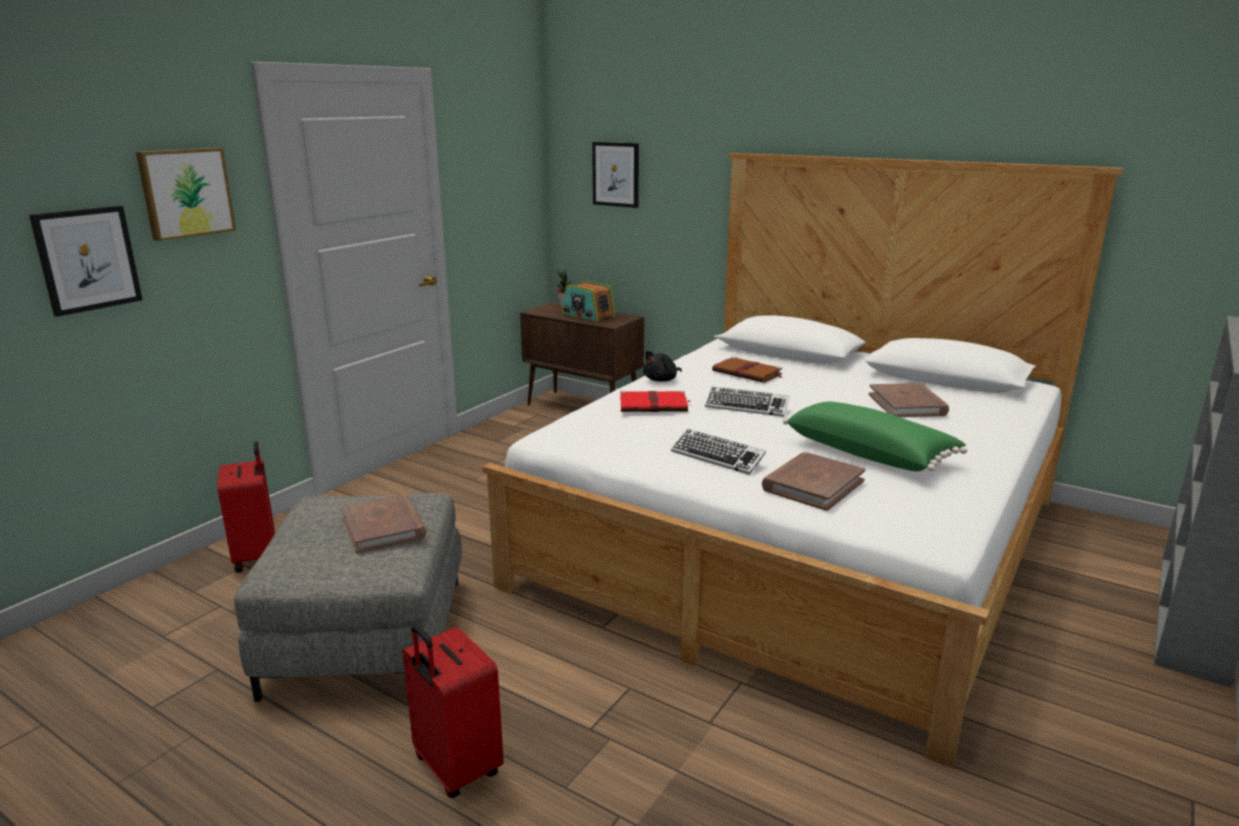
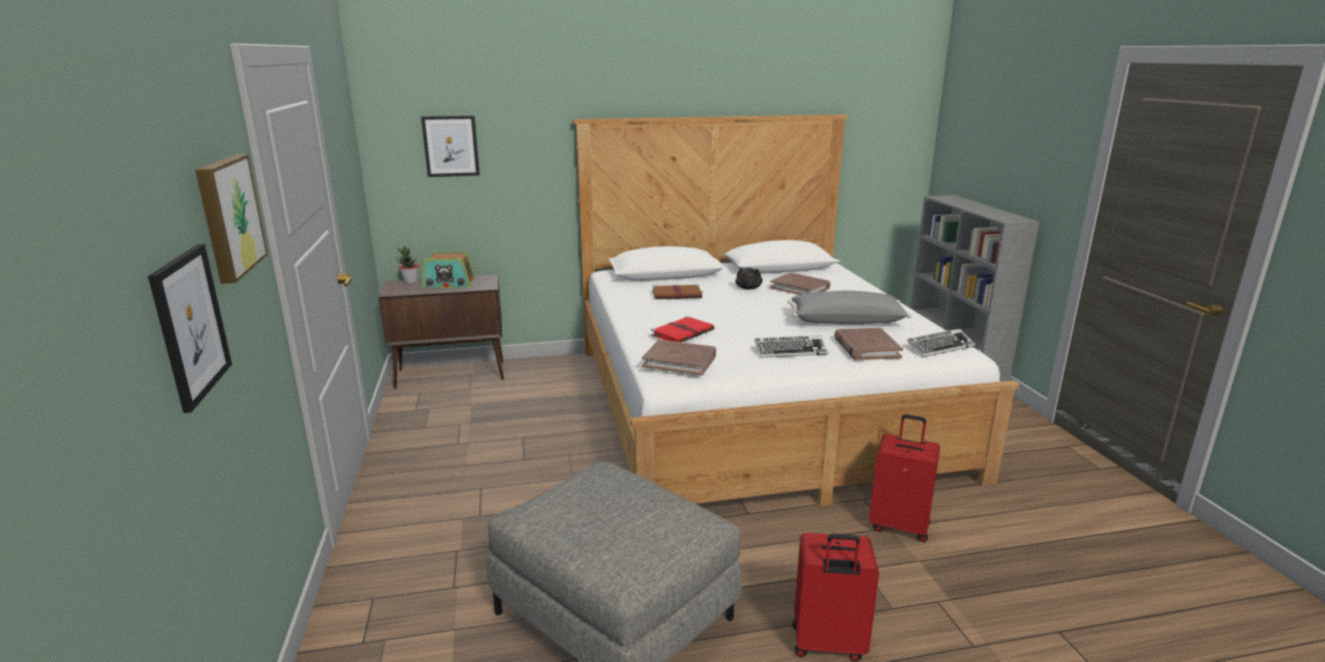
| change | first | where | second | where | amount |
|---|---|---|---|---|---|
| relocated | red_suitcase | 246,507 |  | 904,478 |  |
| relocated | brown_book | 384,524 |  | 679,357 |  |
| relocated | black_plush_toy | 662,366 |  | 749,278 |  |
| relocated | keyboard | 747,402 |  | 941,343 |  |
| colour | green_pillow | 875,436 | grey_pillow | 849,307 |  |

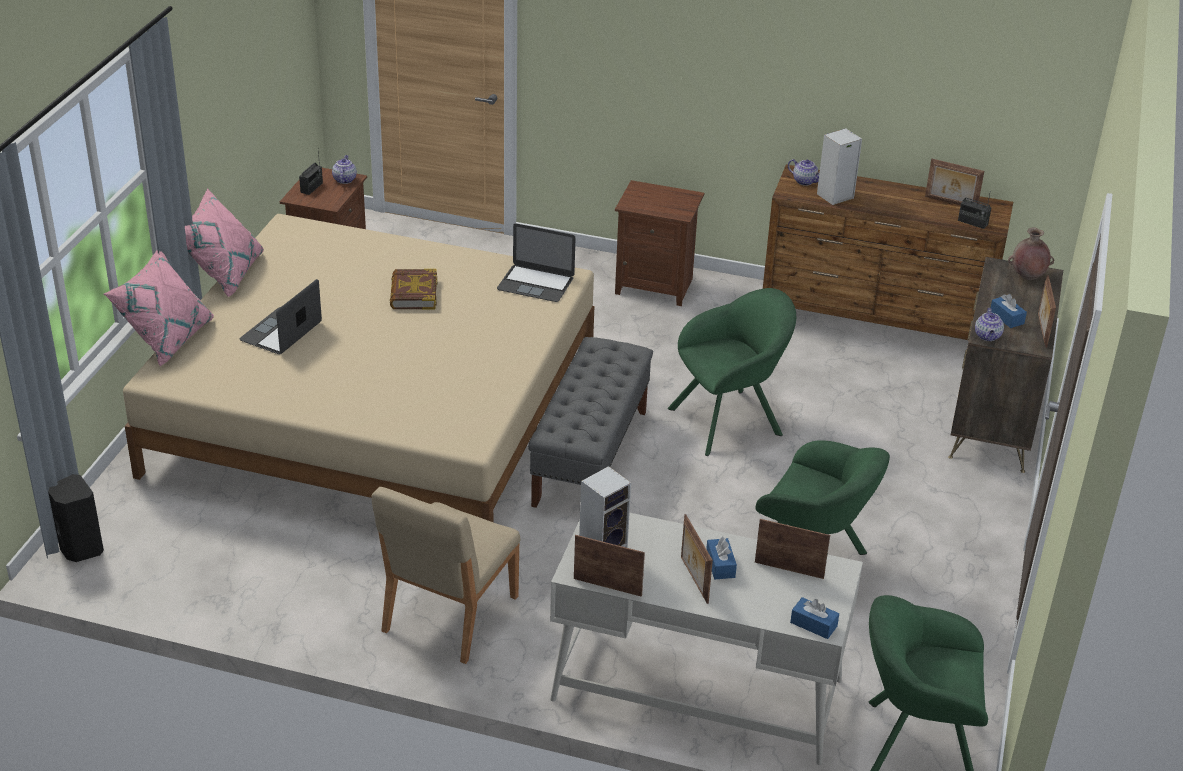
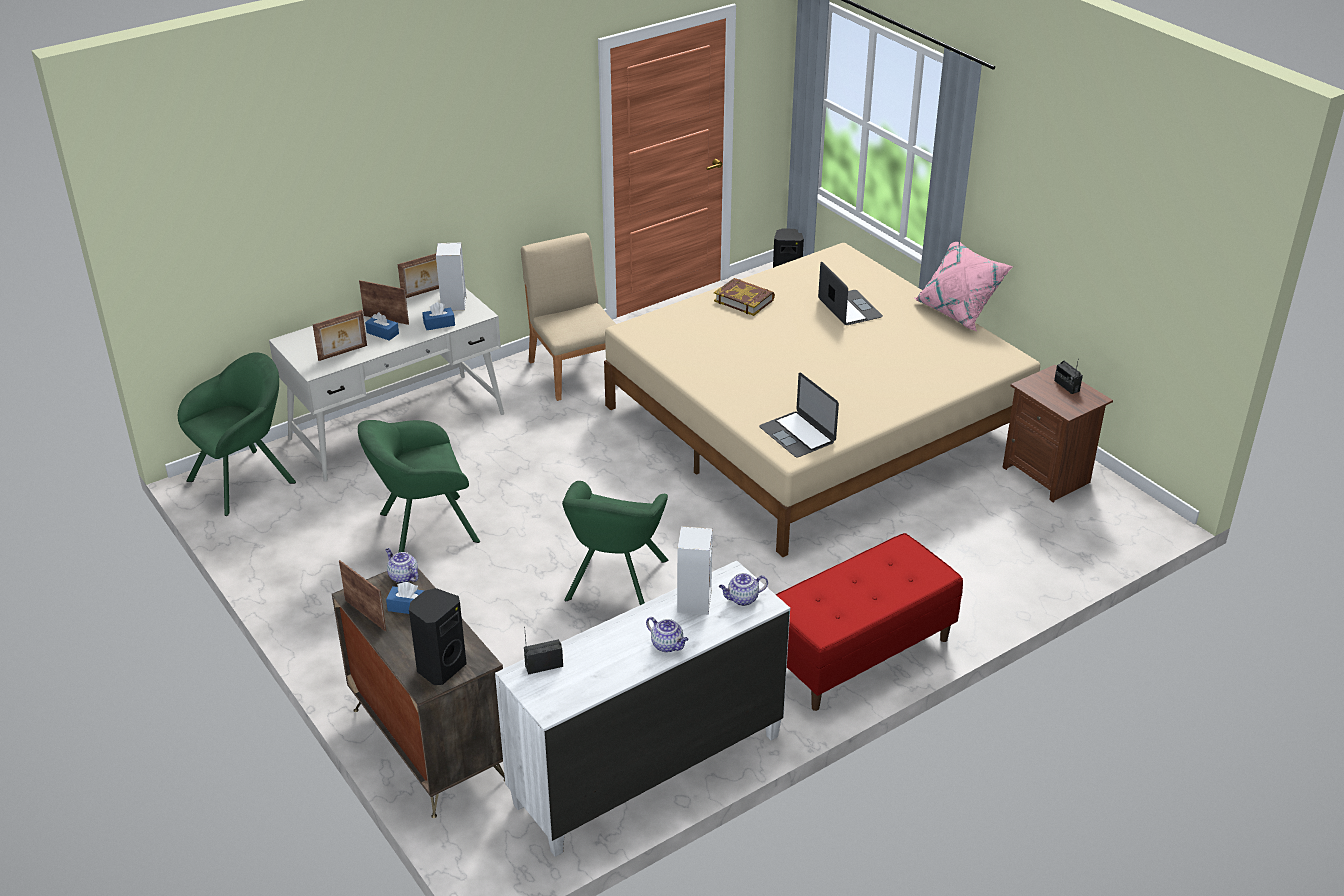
| change | first | where | second | where | amount |
|---|---|---|---|---|---|
| missing | pink_pillow | 159,308 |  |  |  |
| missing | grey_bench | 590,422 |  |  |  |
| missing | picture_frame | 954,182 |  |  |  |
| relocated | teapot | 344,169 |  | 667,635 |  |
| relocated | book | 413,289 |  | 744,297 |  |
| relocated | blue_tissue_box | 814,618 |  | 438,316 |  |
| exchanged | brown_nightstand | 659,243 | red_bench | 869,622 |  |
| exchanged | brown_vase | 1031,253 | black_speaker | 438,636 |  |
| colour | brown_dresser | 888,252 | white_dresser | 642,709 |  |
| spun | laptop | 536,263 |  | 799,414 | 90 degrees counterclockwise |

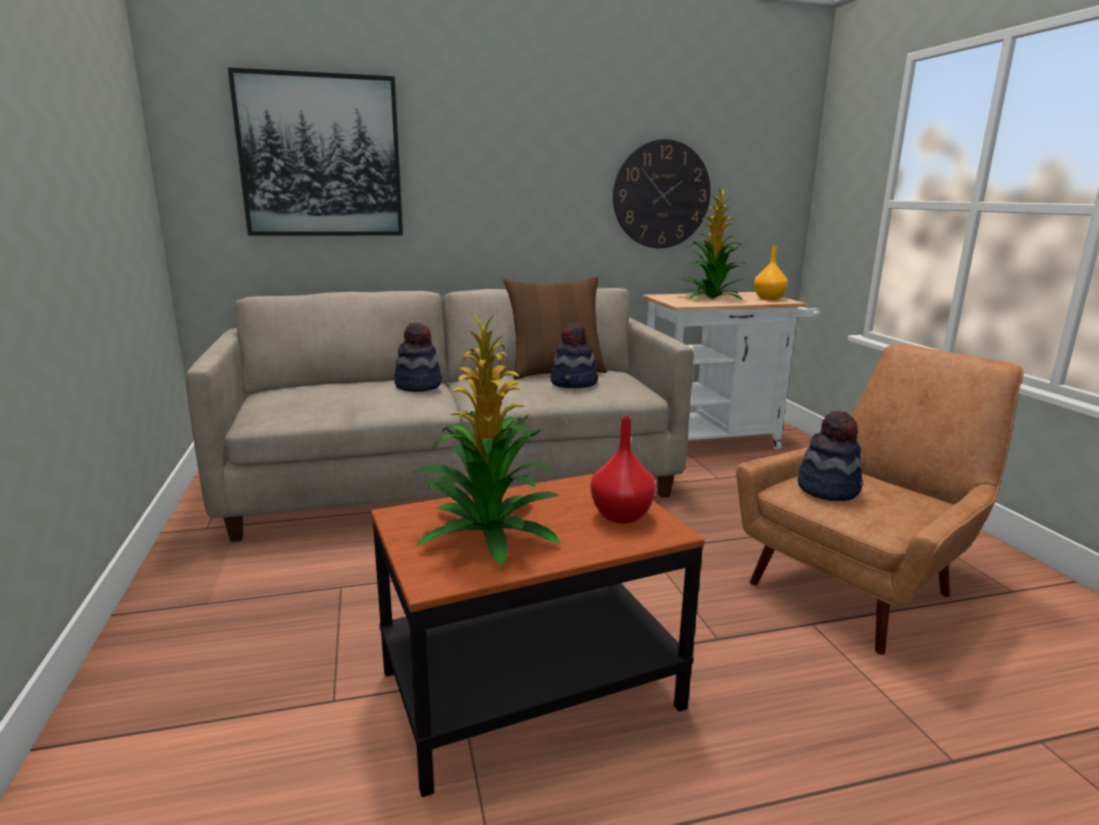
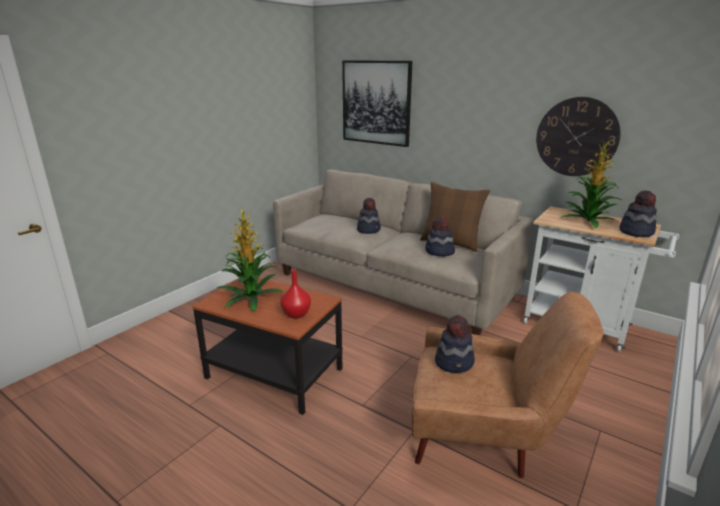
| change | first | where | second | where | amount |
|---|---|---|---|---|---|
| exchanged | orange_vase | 771,273 | hat | 638,213 |  |

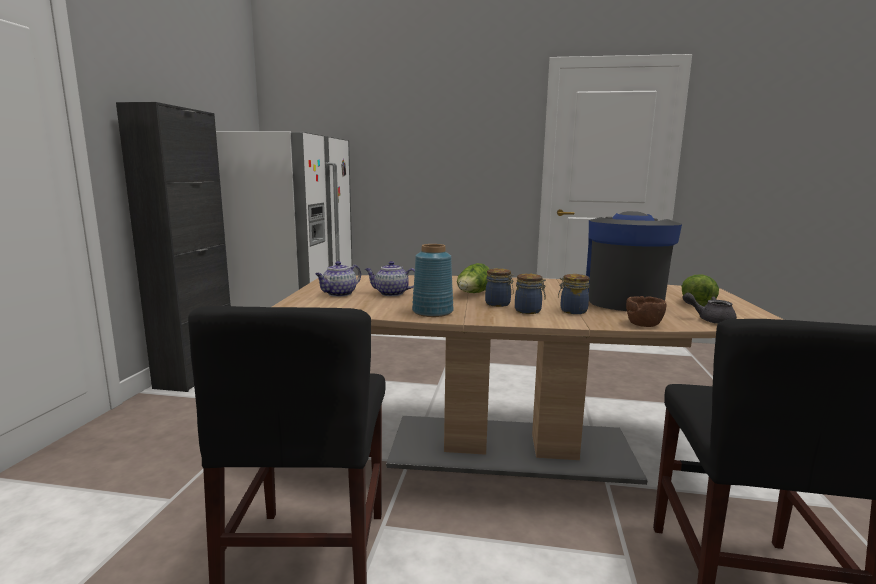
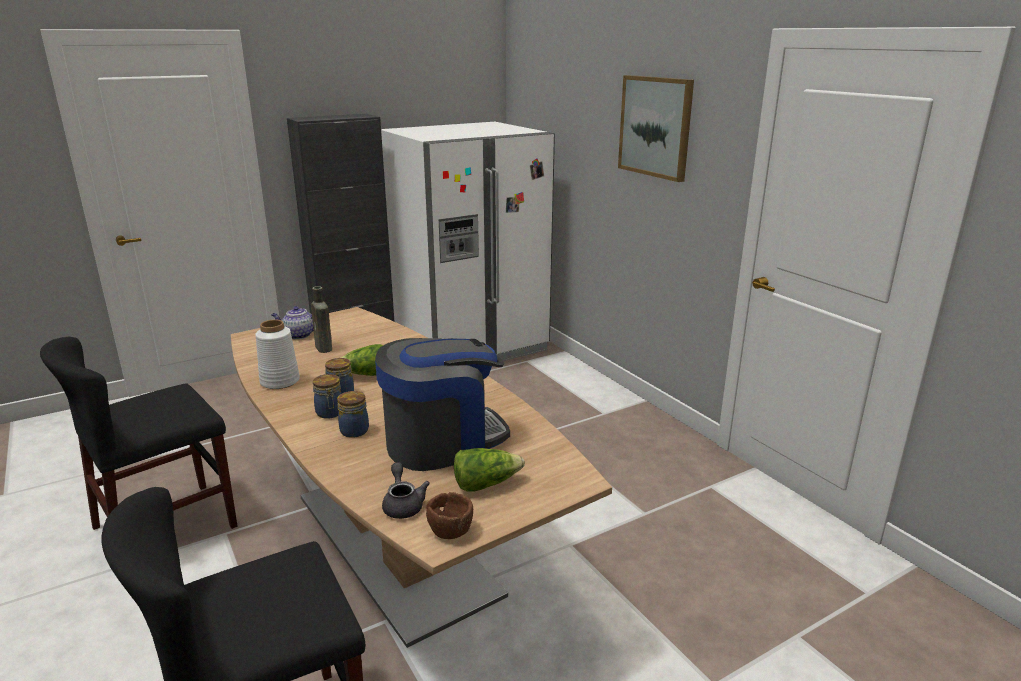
| change | first | where | second | where | amount |
|---|---|---|---|---|---|
| appeared |  |  | picture | 656,128 |  |
| relocated | brown_bowl | 646,311 |  | 449,515 |  |
| exchanged | teapot | 390,278 | brown_bottle | 321,319 |  |
| colour | blue_vase | 433,280 | white_vase | 277,354 |  |

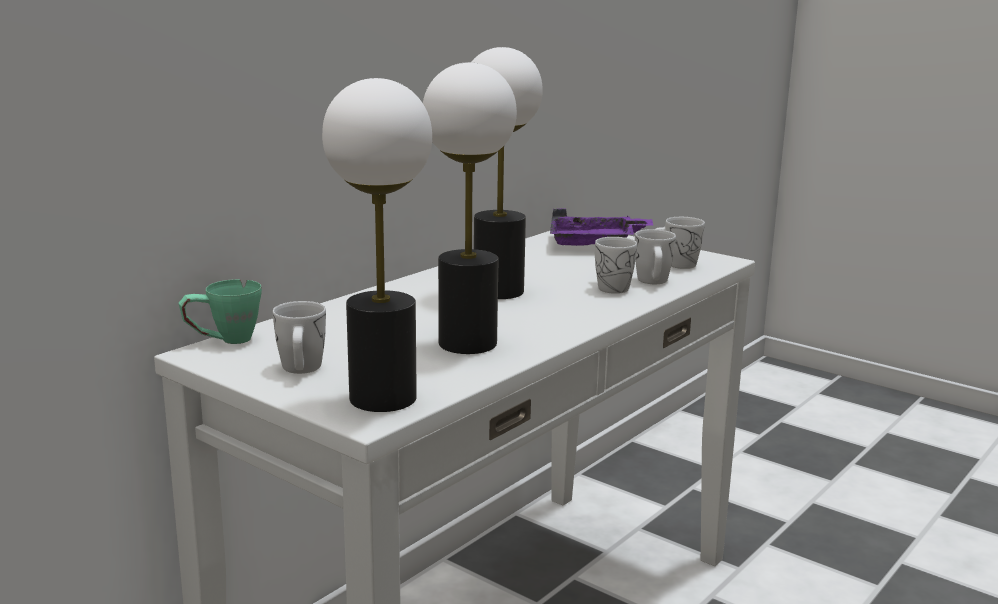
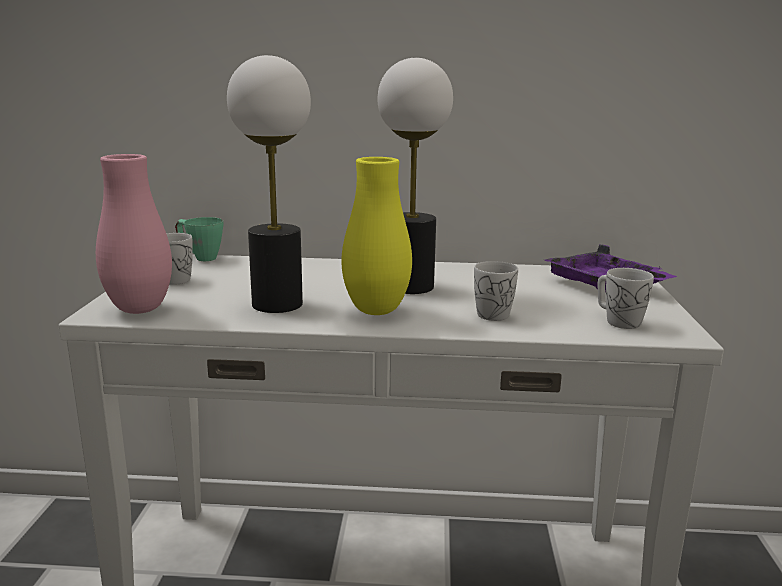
| change | first | where | second | where | amount |
|---|---|---|---|---|---|
| missing | white_mug | 655,256 |  |  |  |
| appeared |  |  | yellow_vase | 377,236 |  |
| exchanged | table_lamp | 377,245 | pink_vase | 134,234 |  |

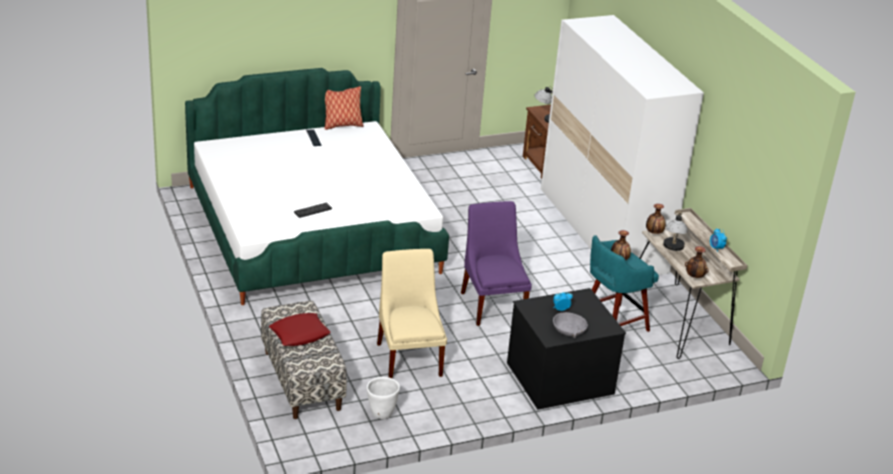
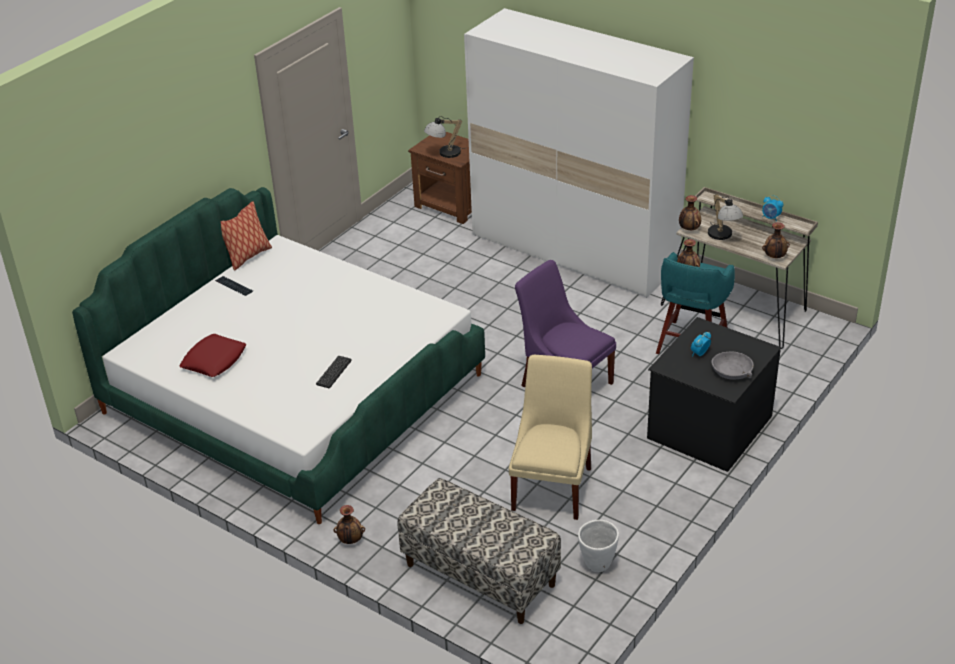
| change | first | where | second | where | amount |
|---|---|---|---|---|---|
| appeared |  |  | vase | 349,524 |  |
| relocated | red_pillow | 300,329 |  | 213,355 |  |
| spun | beige_chair | 412,314 |  | 550,437 | 60 degrees clockwise |

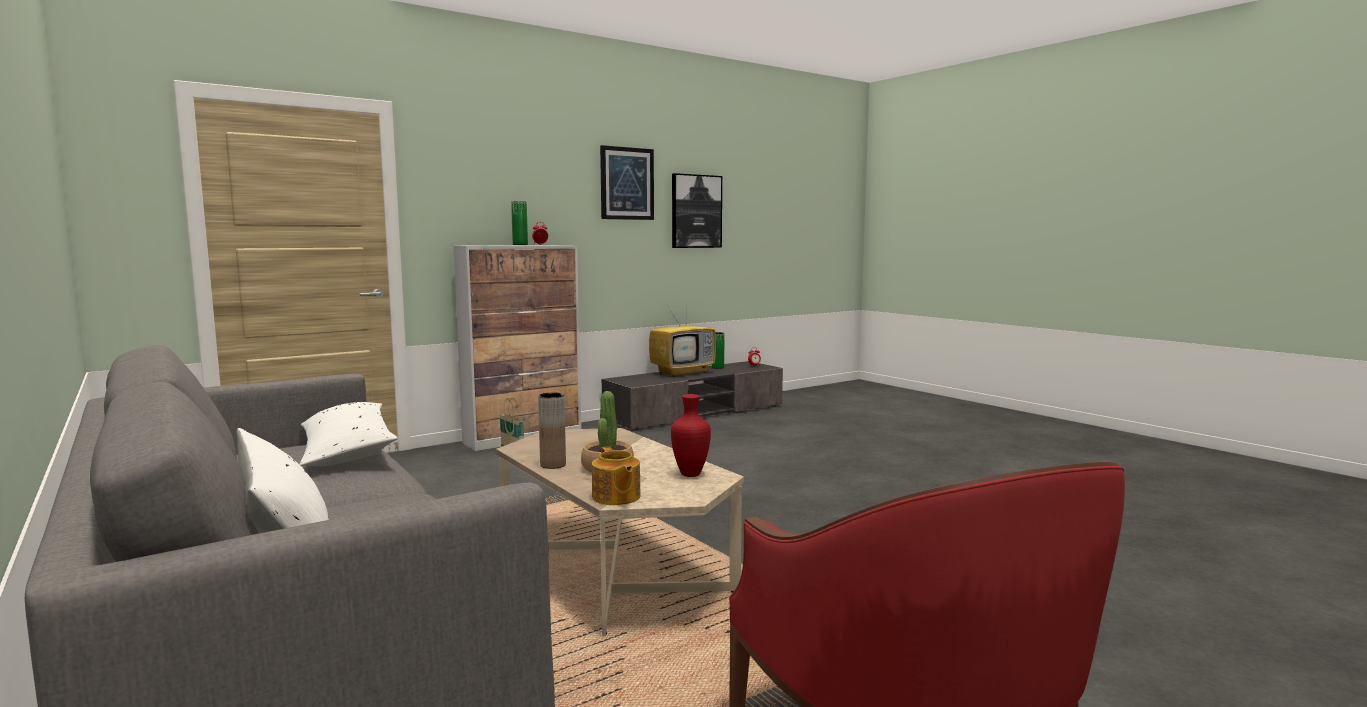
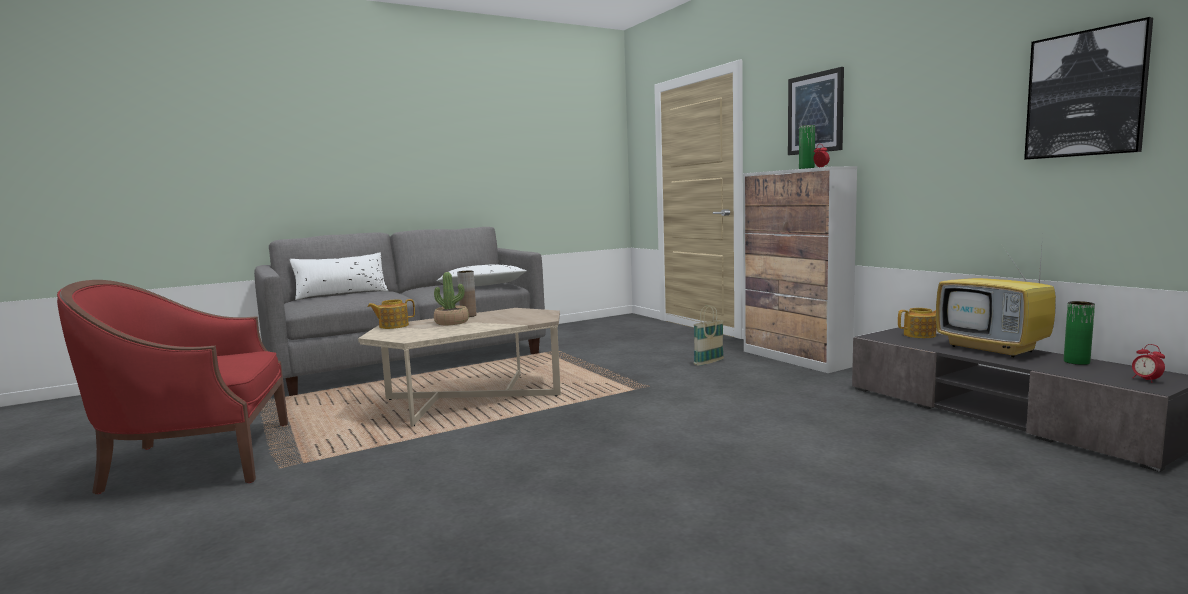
| change | first | where | second | where | amount |
|---|---|---|---|---|---|
| missing | red_vase | 691,435 |  |  |  |
| appeared |  |  | teapot | 917,323 |  |
| relocated | picture | 627,182 |  | 816,111 |  |

